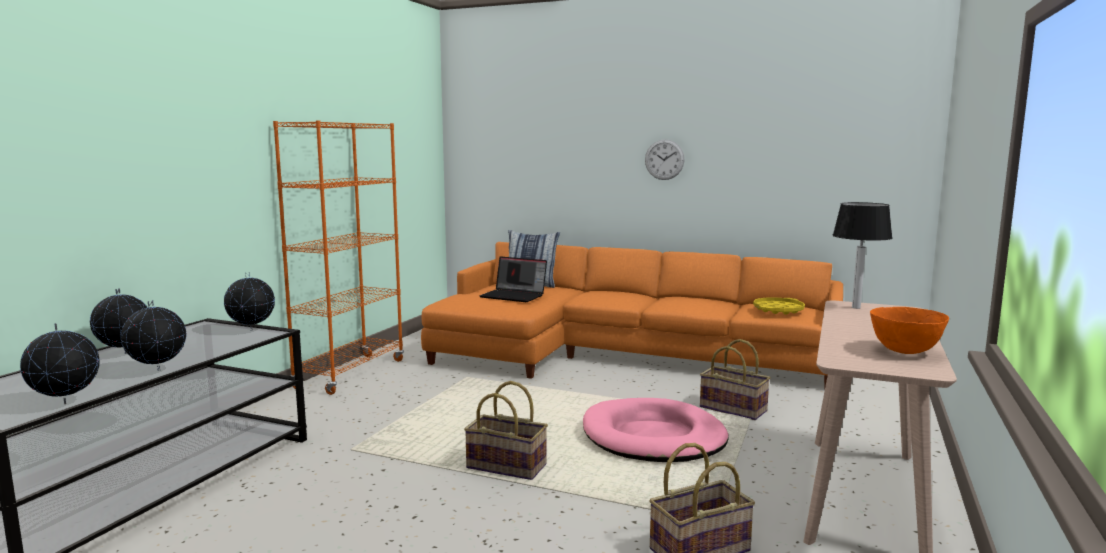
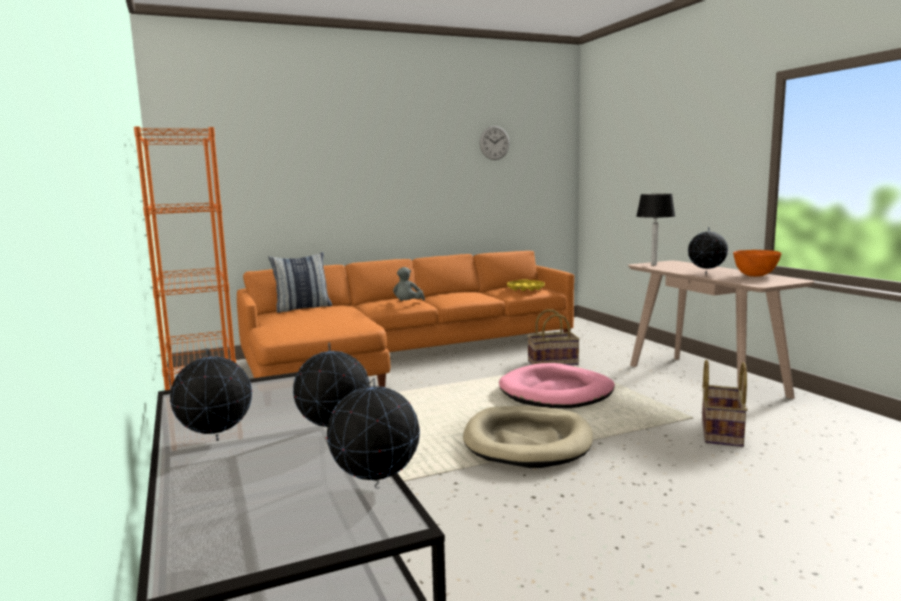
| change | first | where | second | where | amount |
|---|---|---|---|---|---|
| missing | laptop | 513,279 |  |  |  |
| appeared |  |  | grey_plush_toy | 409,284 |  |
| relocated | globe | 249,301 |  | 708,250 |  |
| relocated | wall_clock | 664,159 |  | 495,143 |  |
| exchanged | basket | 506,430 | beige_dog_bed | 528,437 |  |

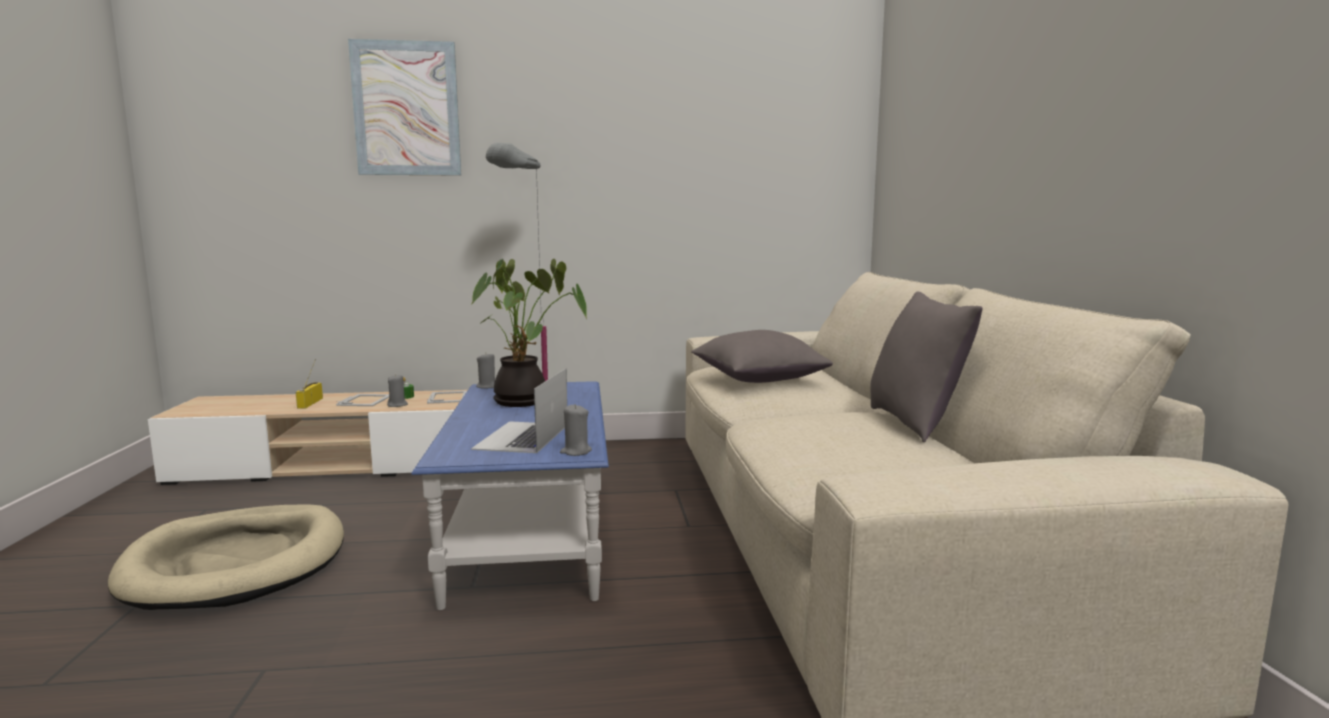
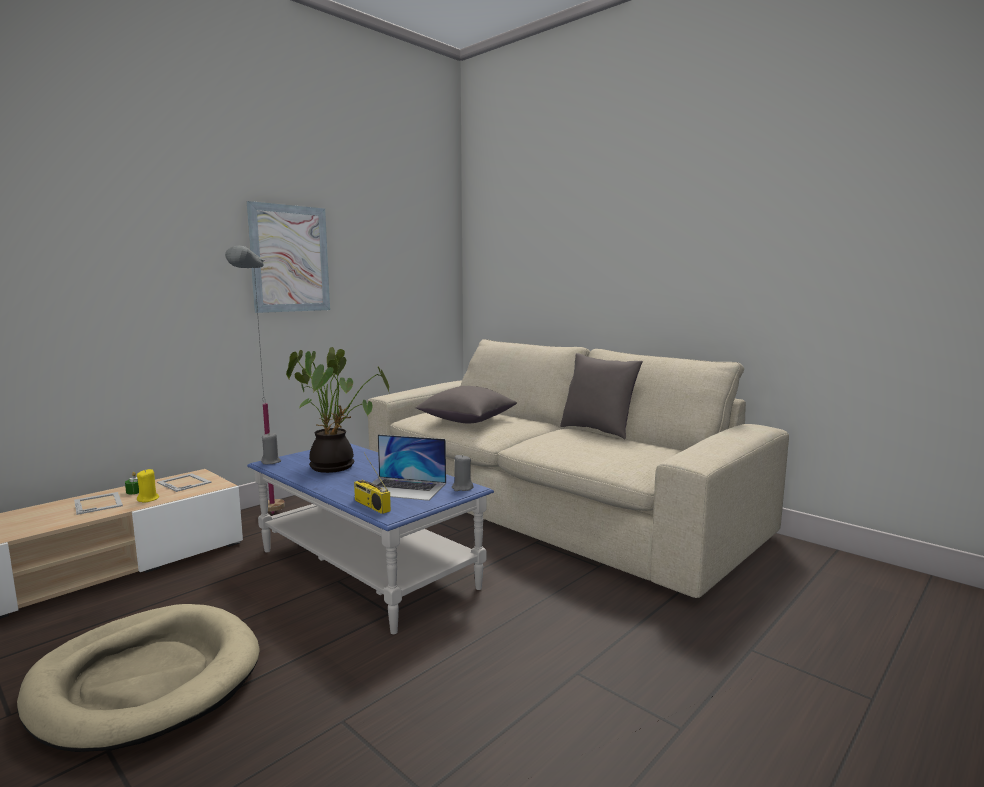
| change | first | where | second | where | amount |
|---|---|---|---|---|---|
| relocated | radio | 309,384 |  | 372,483 |  |
| relocated | picture | 404,107 |  | 288,257 |  |
| colour | grey_candle | 397,390 | yellow_candle | 148,486 |  |
| spun | laptop | 519,410 |  | 409,467 | 45 degrees counterclockwise |

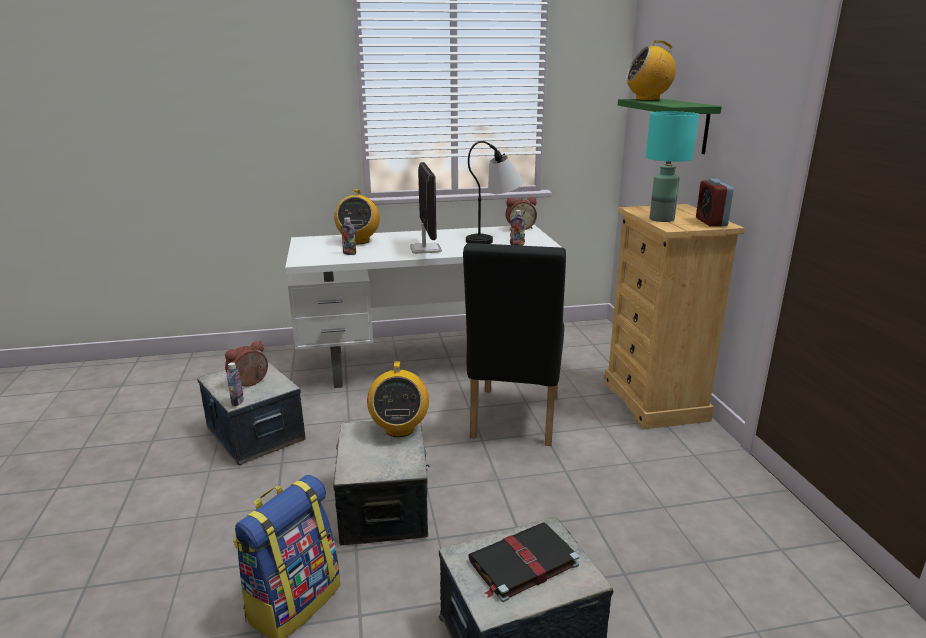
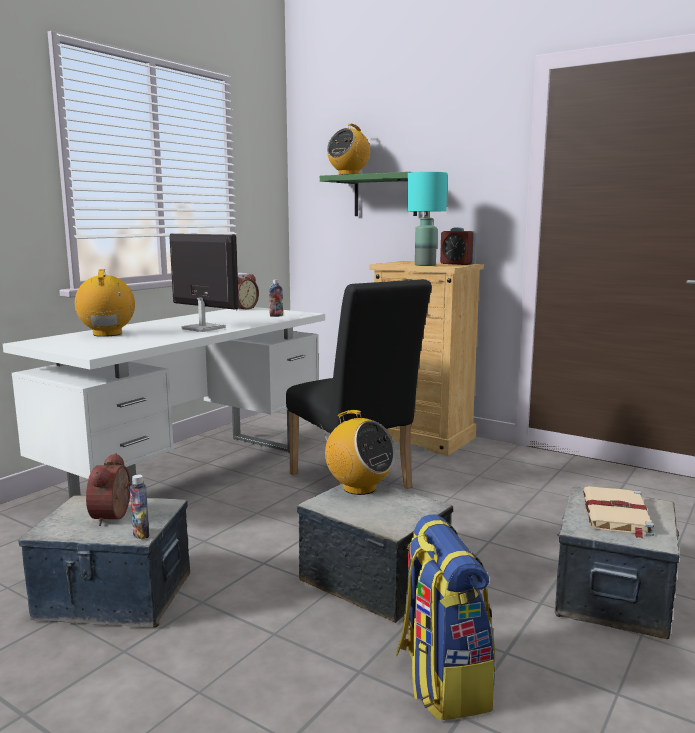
| change | first | where | second | where | amount |
|---|---|---|---|---|---|
| missing | bottle | 348,236 |  |  |  |
| missing | table_lamp | 494,192 |  |  |  |
| colour | black_book | 523,562 | beige_book | 618,512 |  |
| spun | radio | 357,216 |  | 105,303 | 150 degrees counterclockwise |

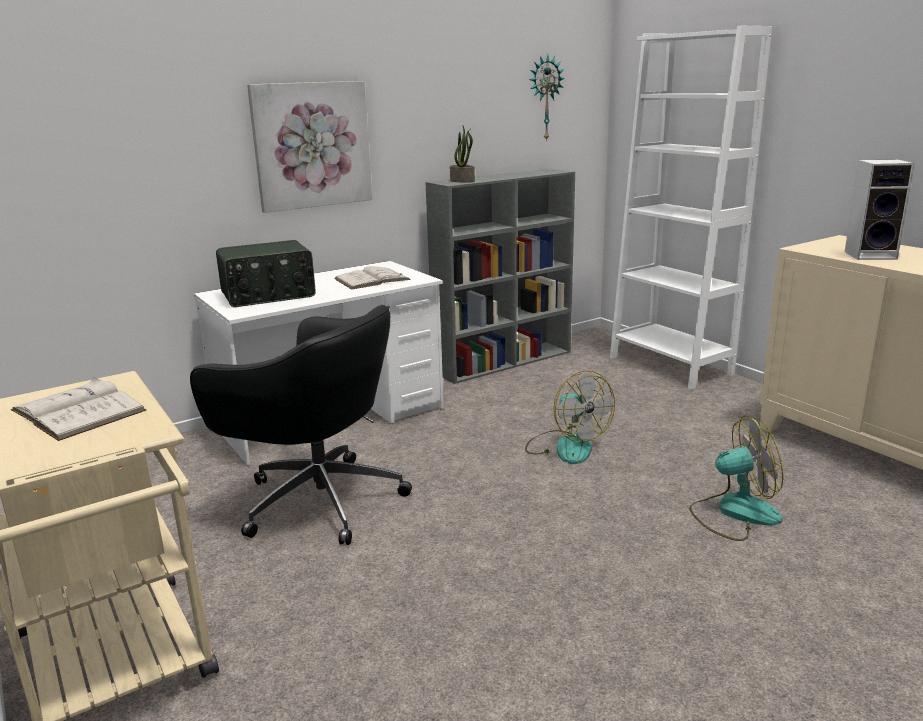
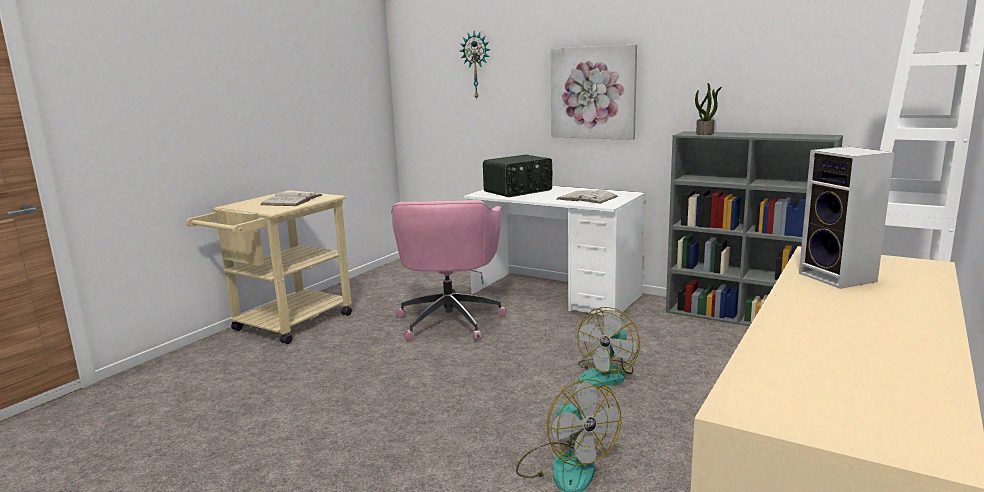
| change | first | where | second | where | amount |
|---|---|---|---|---|---|
| relocated | wall_clock | 547,98 |  | 475,65 |  |
| colour | black_office_chair | 301,425 | pink_office_chair | 449,270 |  |
| spun | radio | 266,273 |  | 517,176 | 75 degrees counterclockwise |

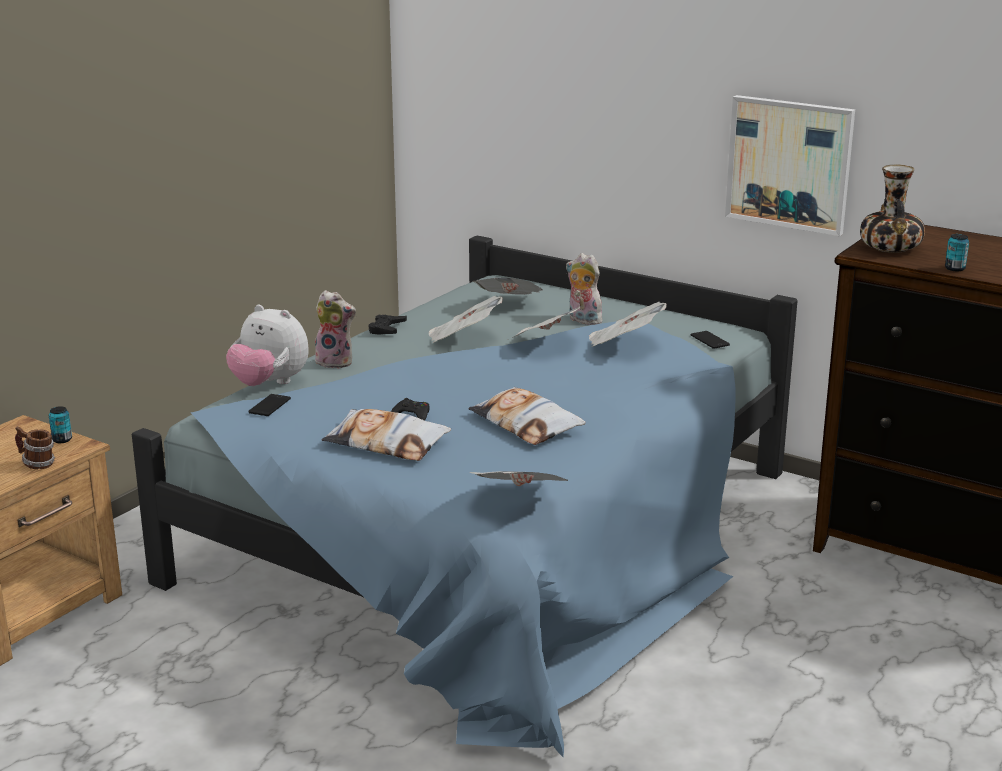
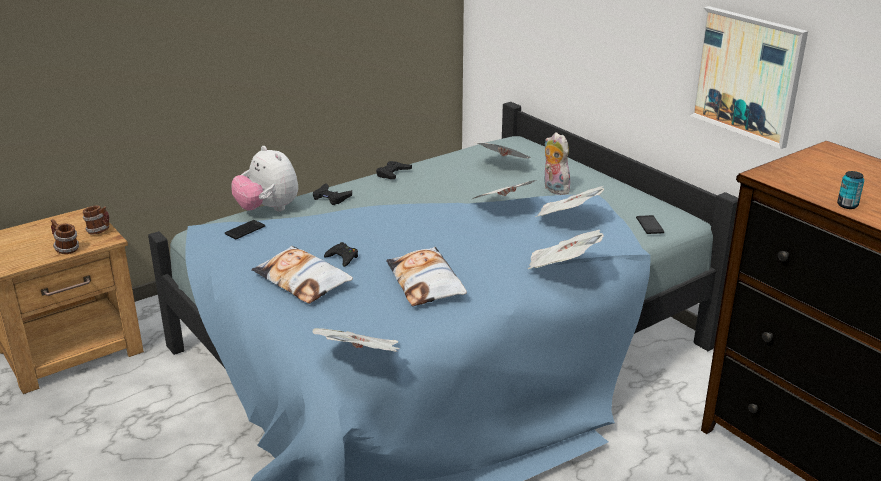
| change | first | where | second | where | amount |
|---|---|---|---|---|---|
| missing | vase | 892,208 |  |  |  |
| relocated | newspaper | 465,319 |  | 566,249 |  |
| exchanged | can | 60,424 | mug | 96,219 |  |
| exchanged | plush_toy | 335,329 | black_game_controller | 332,194 |  |

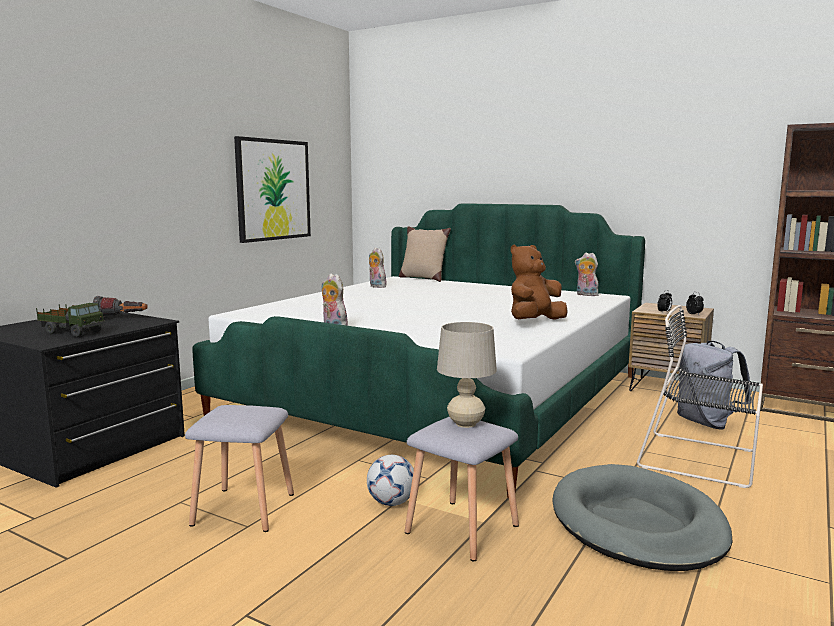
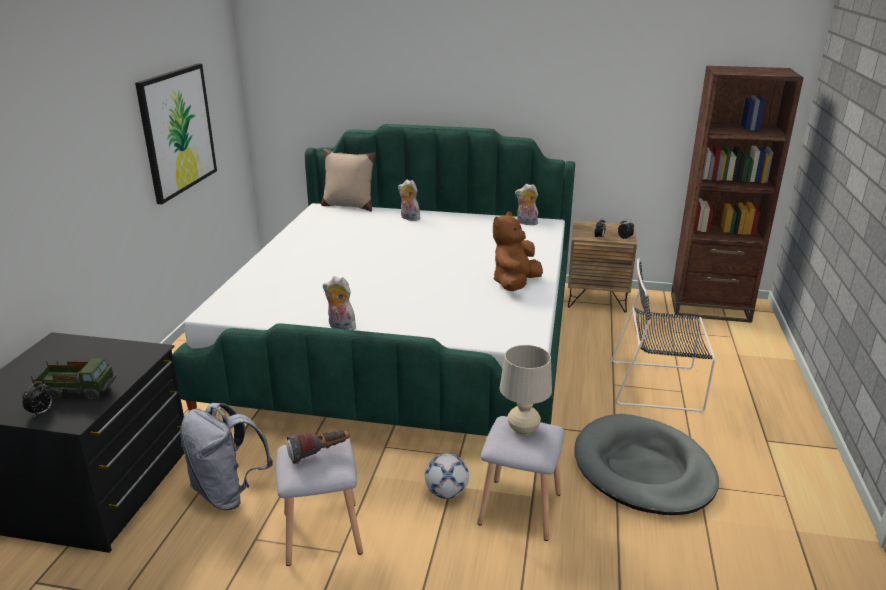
| change | first | where | second | where | amount |
|---|---|---|---|---|---|
| appeared |  |  | alarm_clock | 37,400 |  |
| relocated | flashlight | 120,306 |  | 318,447 |  |
| relocated | plush_toy | 377,267 |  | 409,200 |  |
| relocated | grey_backpack | 714,385 |  | 226,456 |  |

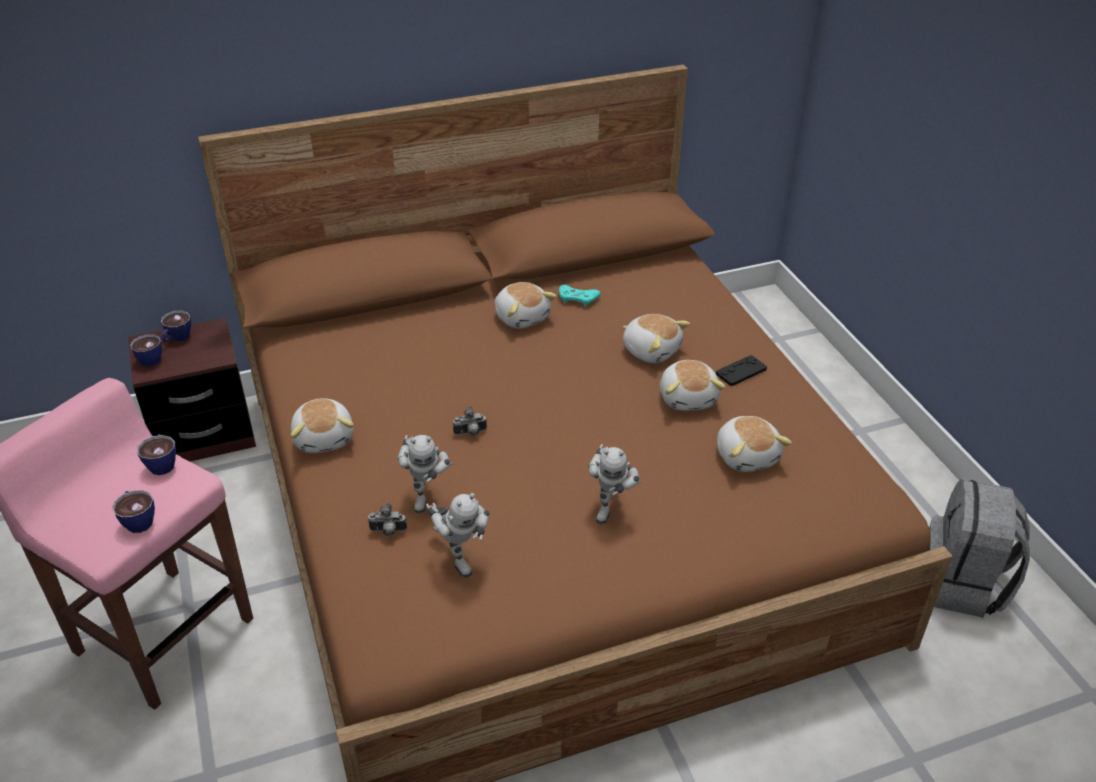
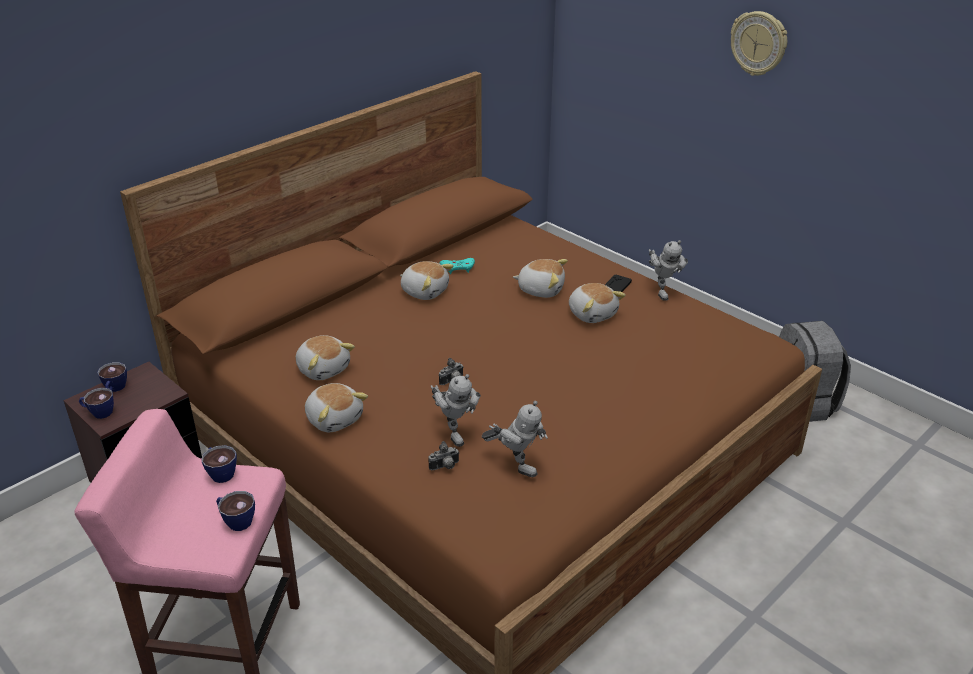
| change | first | where | second | where | amount |
|---|---|---|---|---|---|
| appeared |  |  | wall_clock | 759,43 |  |
| relocated | toy_robot | 614,484 |  | 668,270 |  |
| relocated | plush_toy | 754,444 |  | 325,357 |  |

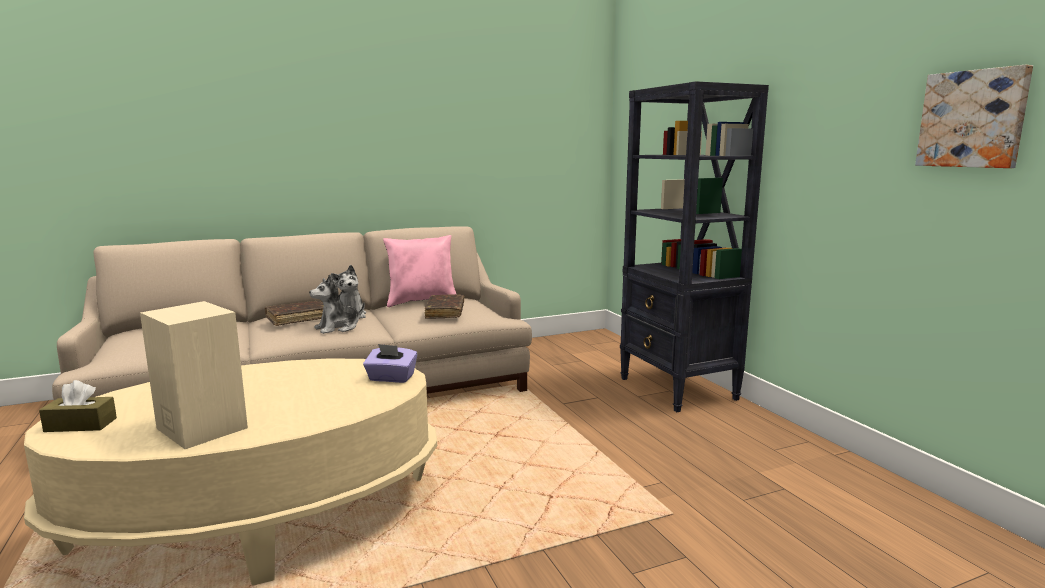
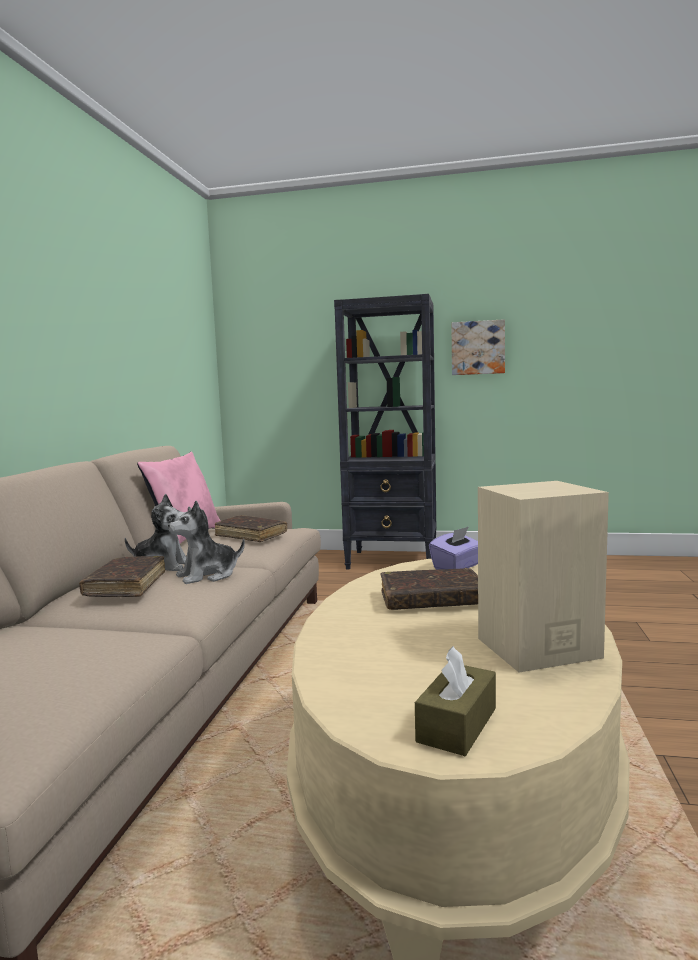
| change | first | where | second | where | amount |
|---|---|---|---|---|---|
| appeared |  |  | brown_book | 429,589 |  |
| relocated | picture | 974,116 |  | 478,347 |  |
| spun | plush_toy | 337,304 |  | 206,542 | 60 degrees clockwise |

